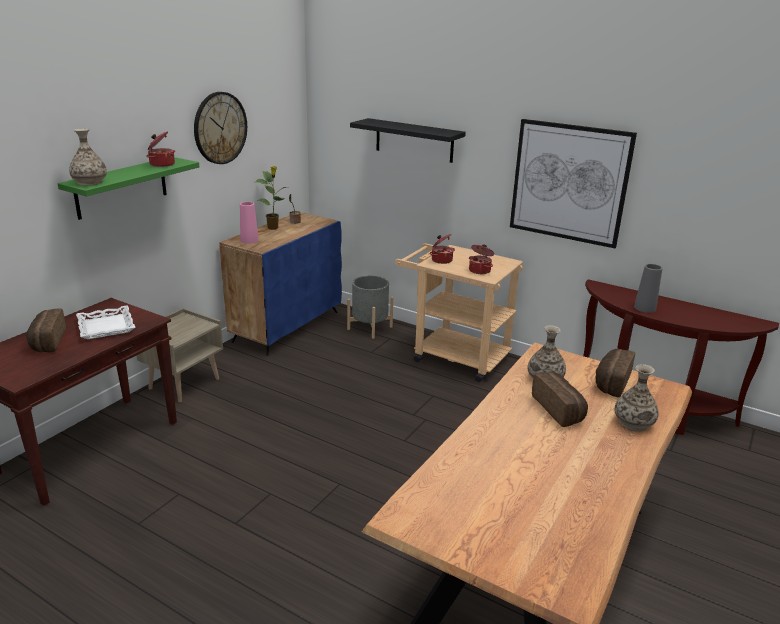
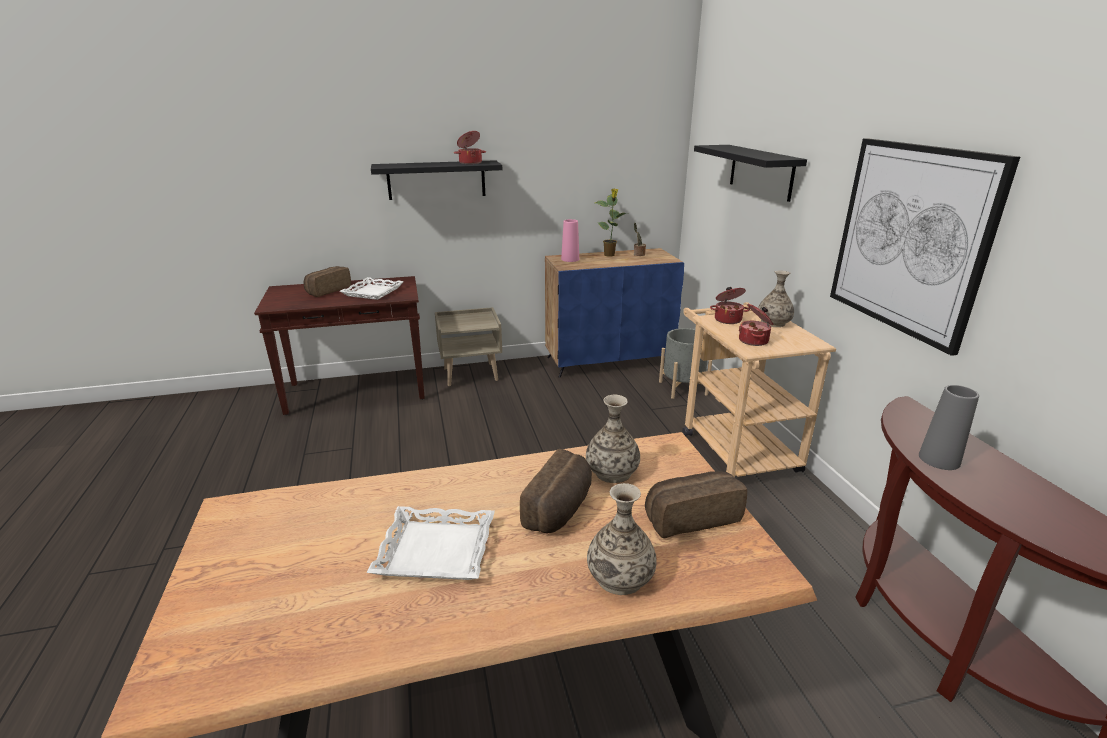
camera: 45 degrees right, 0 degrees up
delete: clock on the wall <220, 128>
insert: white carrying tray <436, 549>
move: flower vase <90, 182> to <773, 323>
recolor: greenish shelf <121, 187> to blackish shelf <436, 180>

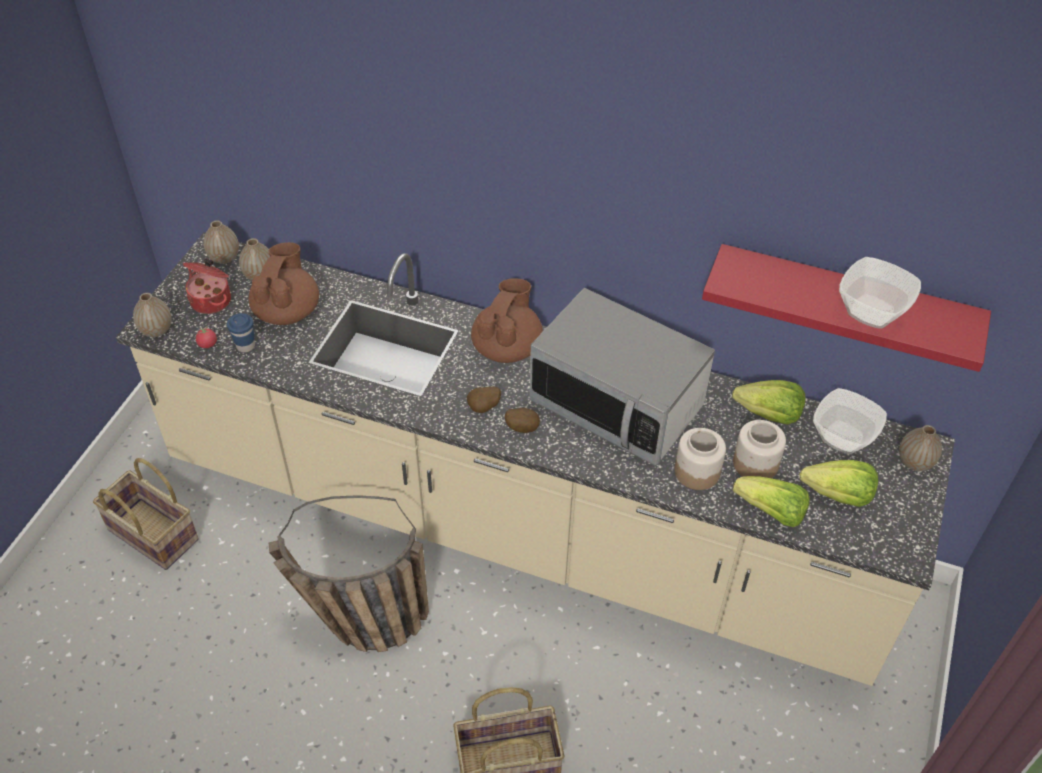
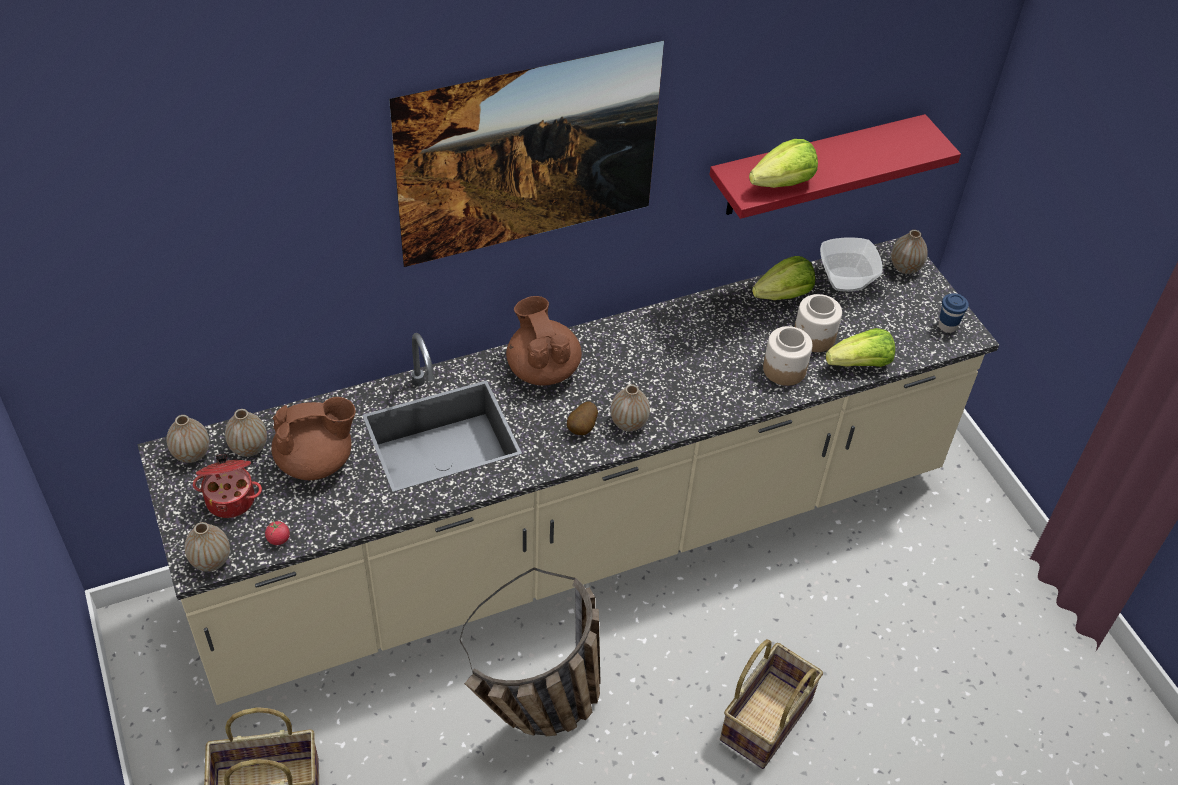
camera: 45 degrees left, 0 degrees up
delete: microwave <617, 404>; serving bowl <871, 311>
insert: wall art <529, 197>
move: blue drinking cup <245, 346> to <947, 326>; lettuce <838, 495> to <783, 183>
replace: potato <522, 427> to flower vase <628, 423>
rotate: brown teapot <287, 311> = <316, 461> 105 degrees clockwise

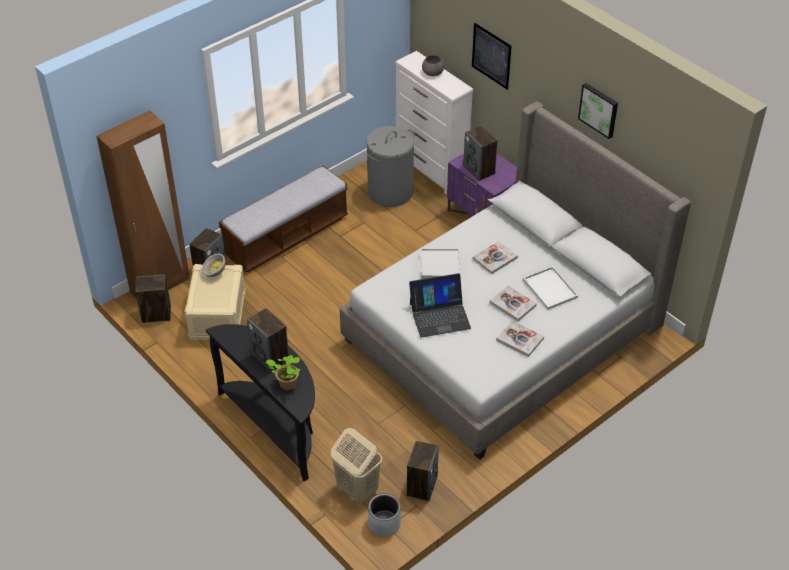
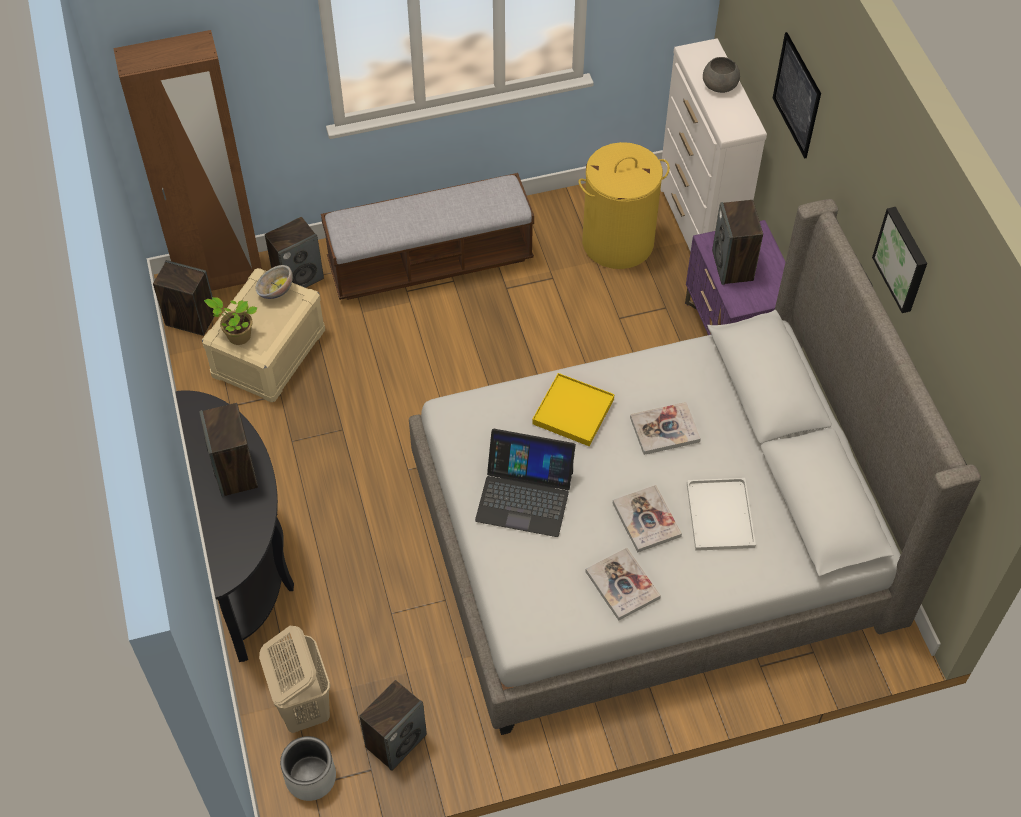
camera: 25 degrees right, 10 degrees up
move: potted plant <286, 384> to <237, 336>
recolor: gray laundry basket <390, 192> to yellow laundry basket <617, 242>; white carrying tray <440, 266> to yellow carrying tray <573, 412>

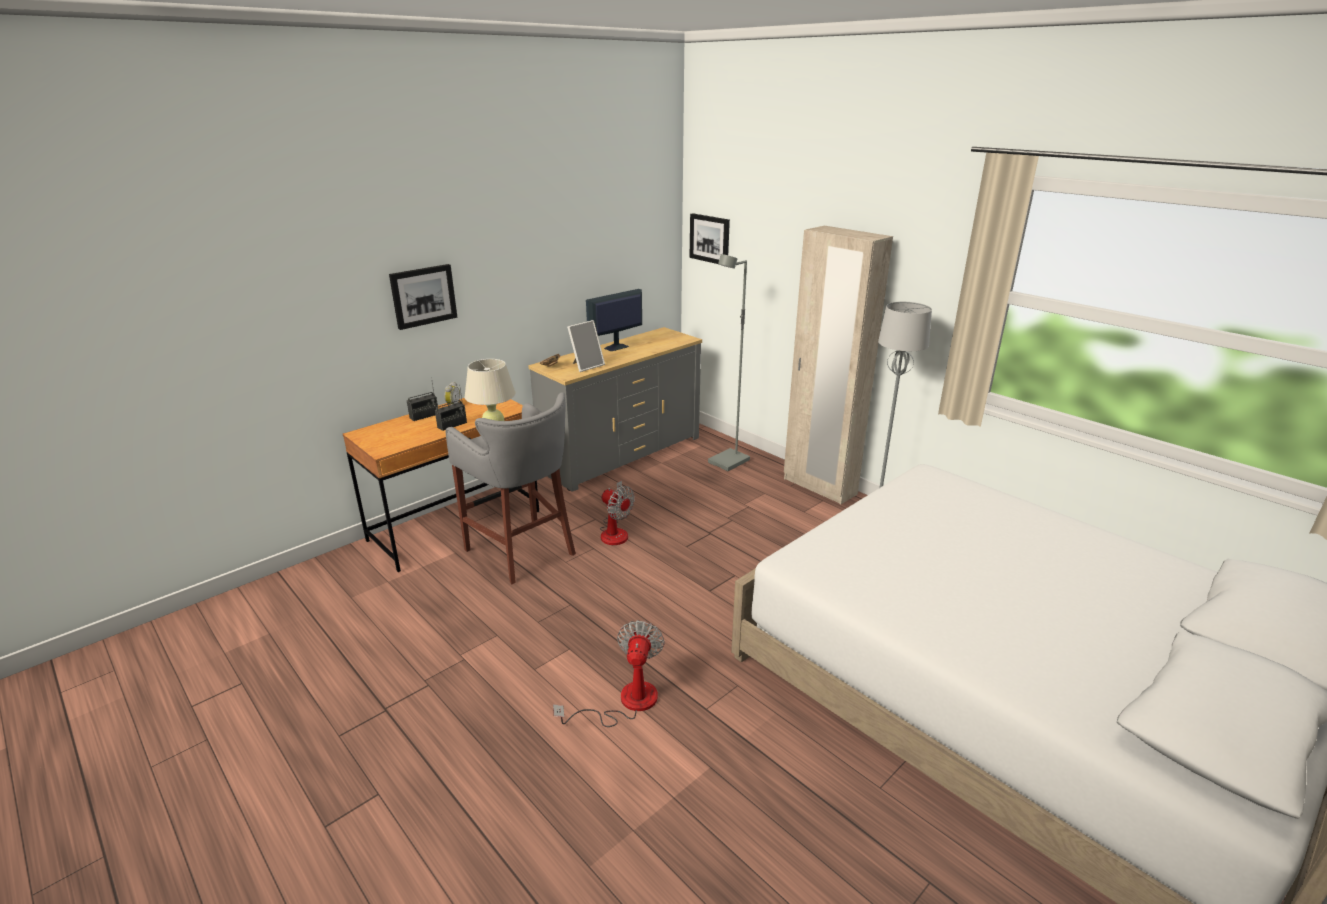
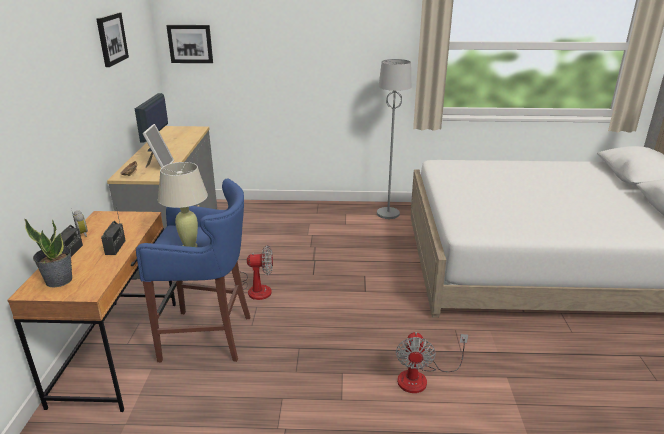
camera: 45 degrees left, 0 degrees up
delete: gray standing lamp <729, 462>; beige-coloured wardrobe <819, 486>
insert: potted plant <59, 280>
move: wall art <423, 296> to <111, 39>
recolor: gray sitting stool <523, 552> to blue sitting stool <209, 336>
rotate: electric fan <626, 702> = <421, 378> 135 degrees counterclockwise

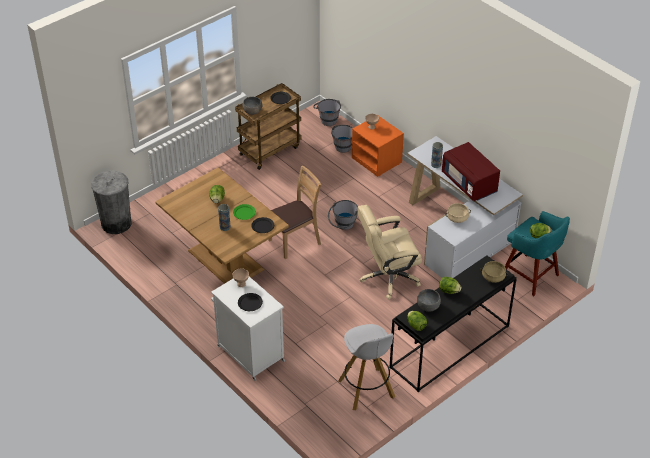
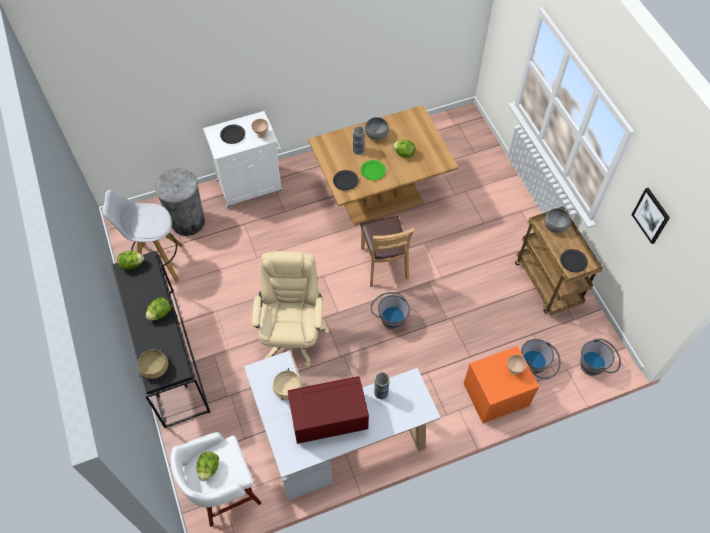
camera: 110 degrees right, 15 degrees up
insert: wall art <651, 215>
move: gray waste bin <116, 223> to <188, 221>; gray serving bowl <428, 306> to <376, 134>
recolor: turquoise sitting stool <531, 276> to white sitting stool <224, 491>

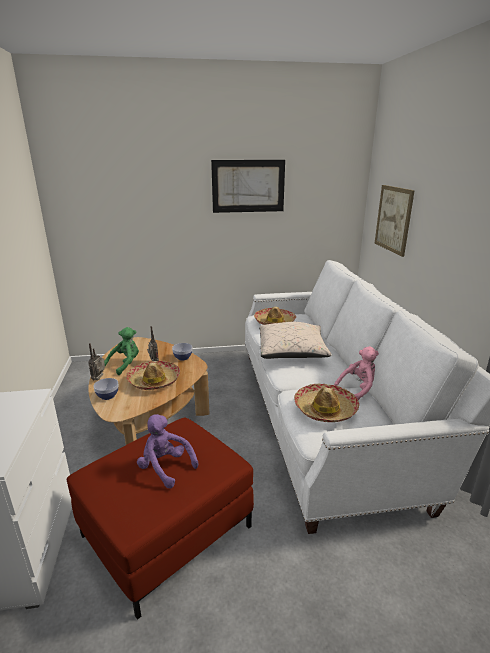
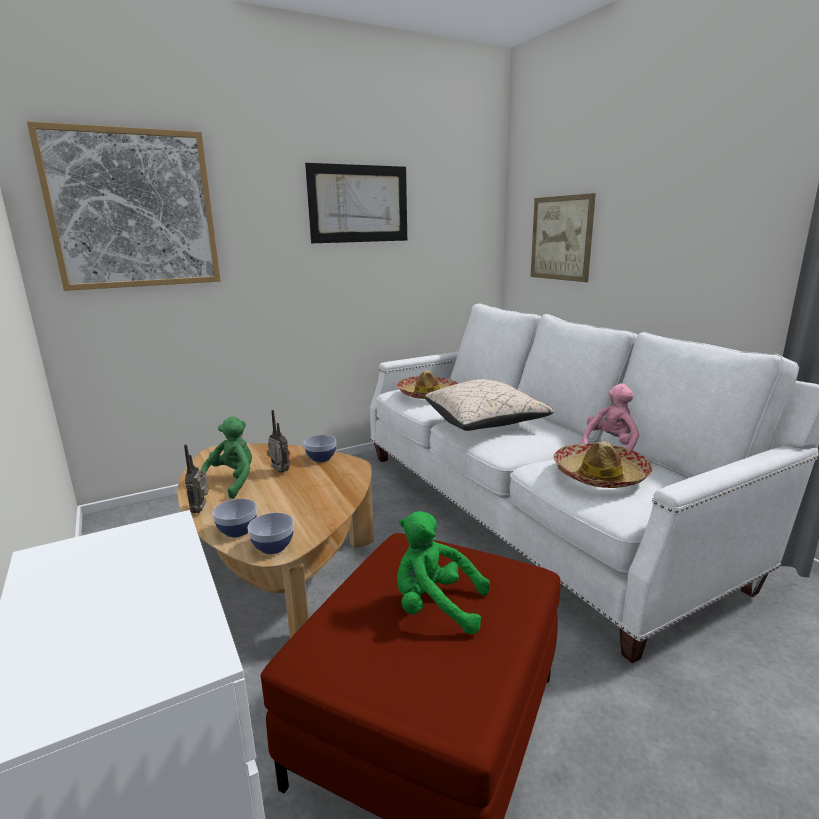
camera: 20 degrees left, 5 degrees down
delete: clothing hat <153, 381>
insert: wall art <133, 210>; serving bowl <273, 547>
recolor: purple-coloured cuddly toy <165, 467> to greenish cuddly toy <435, 607>

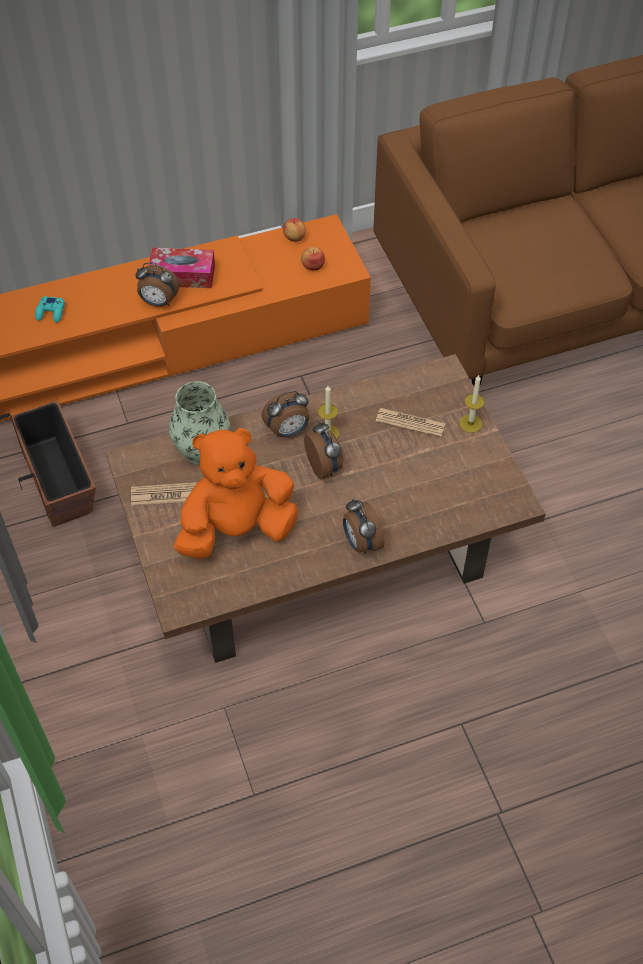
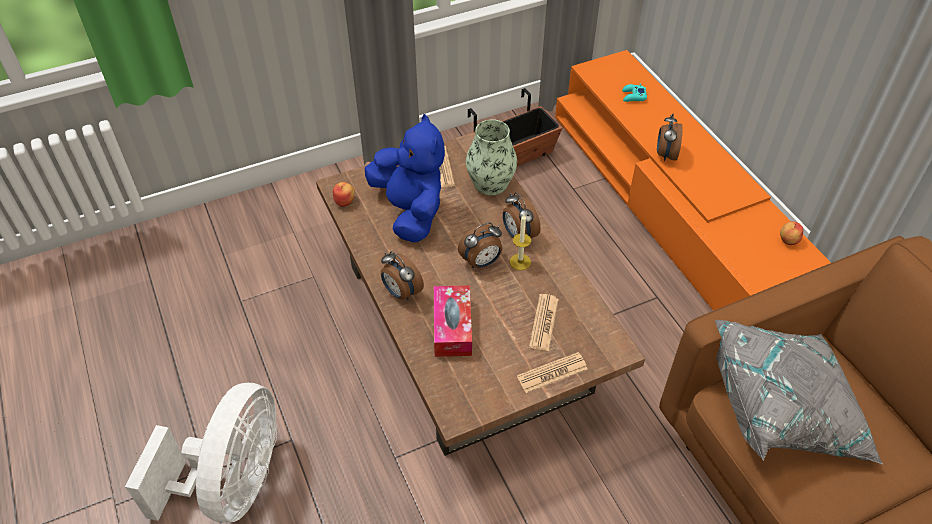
camera: 85 degrees right, 5 degrees down
insert: white electric fan <233, 484>; gray pillow <784, 408>
move: tissue box <182, 275> to <452, 327>; apple <313, 266> to <344, 201>
replace: wax light <470, 423> to daily paper <552, 373>
recolor: orangey cuddly toy <236, 529> to blue cuddly toy <410, 211>
rotate: alarm clock <361, 543> = <401, 292> 105 degrees counterclockwise

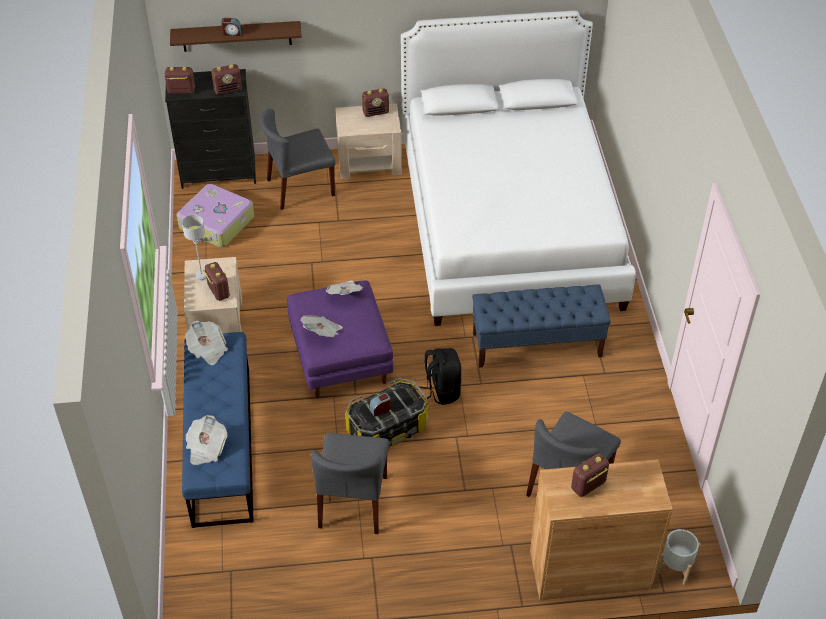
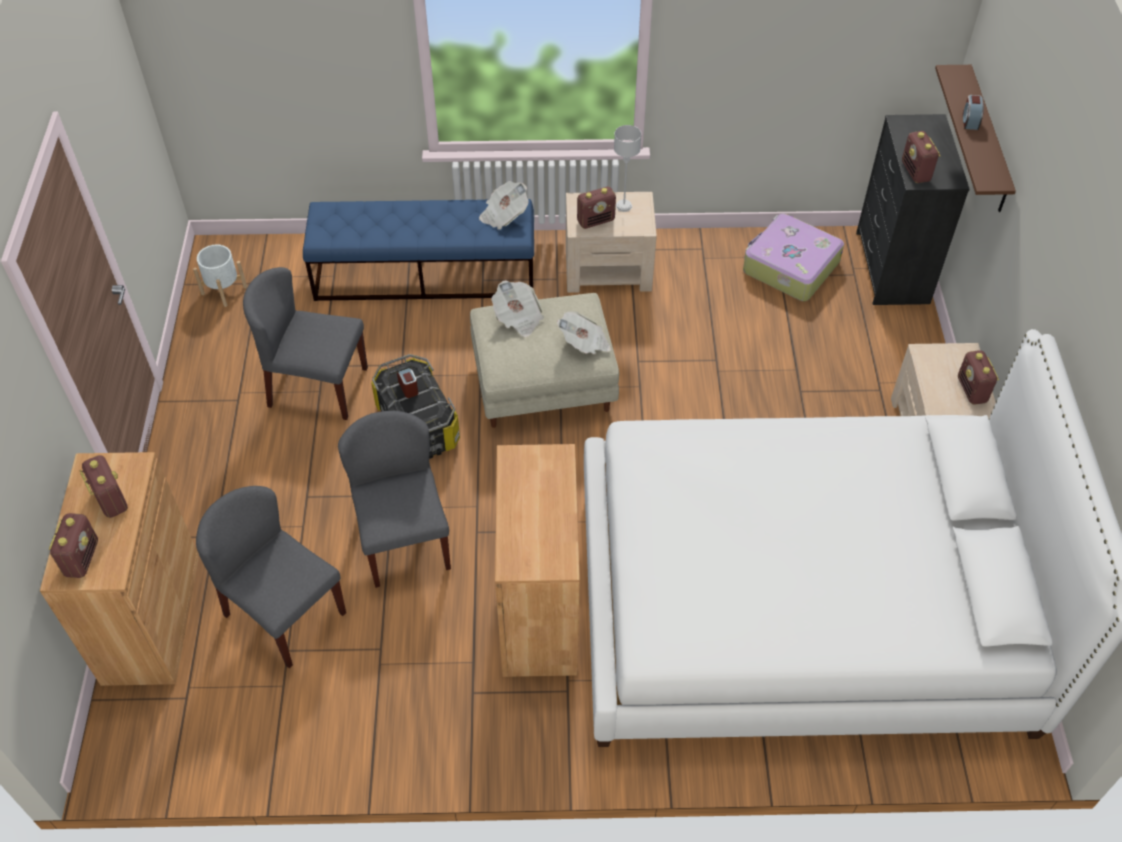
camera: 95 degrees right, 5 degrees up
delete: daily paper <206, 448>; blackish knapsack <441, 391>
move: radio set <181, 91> to <81, 558>; gray plain chair <300, 188> to <403, 540>; white planter <675, 567> to <224, 290>
replace: blue long seat <537, 345> to brown cabinet <539, 610>
recolor: purple-coloured footrest <340, 356> to beige-coloured footrest <545, 383>

